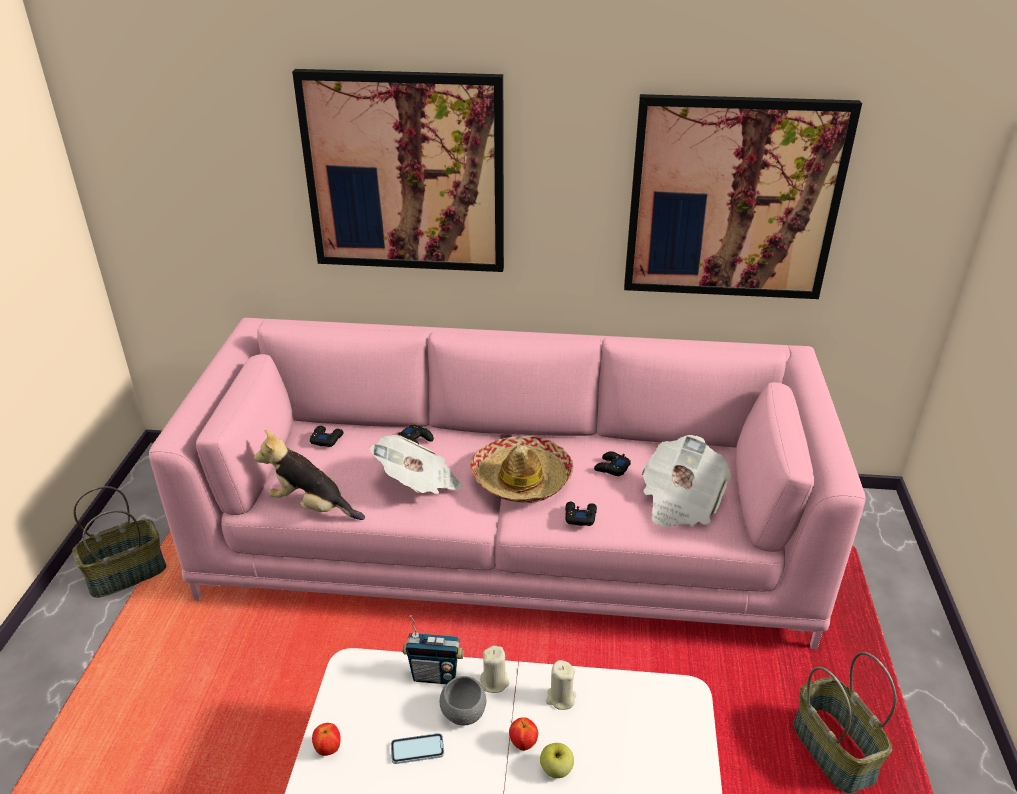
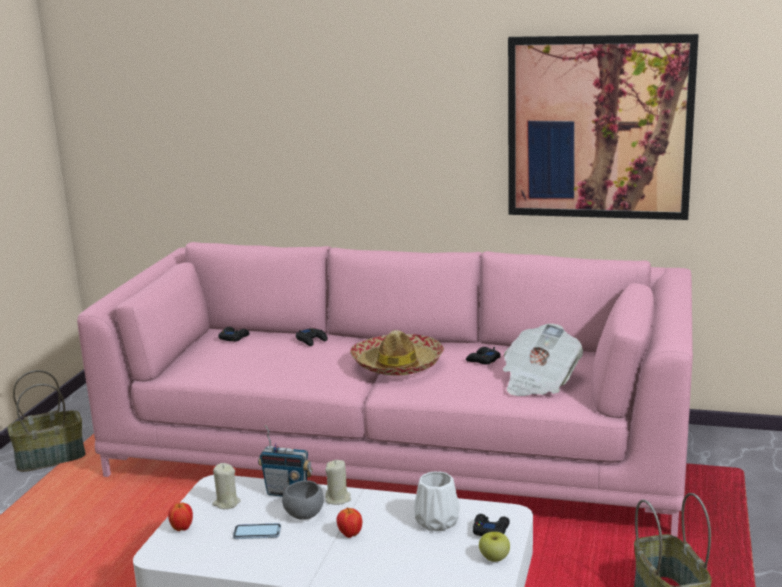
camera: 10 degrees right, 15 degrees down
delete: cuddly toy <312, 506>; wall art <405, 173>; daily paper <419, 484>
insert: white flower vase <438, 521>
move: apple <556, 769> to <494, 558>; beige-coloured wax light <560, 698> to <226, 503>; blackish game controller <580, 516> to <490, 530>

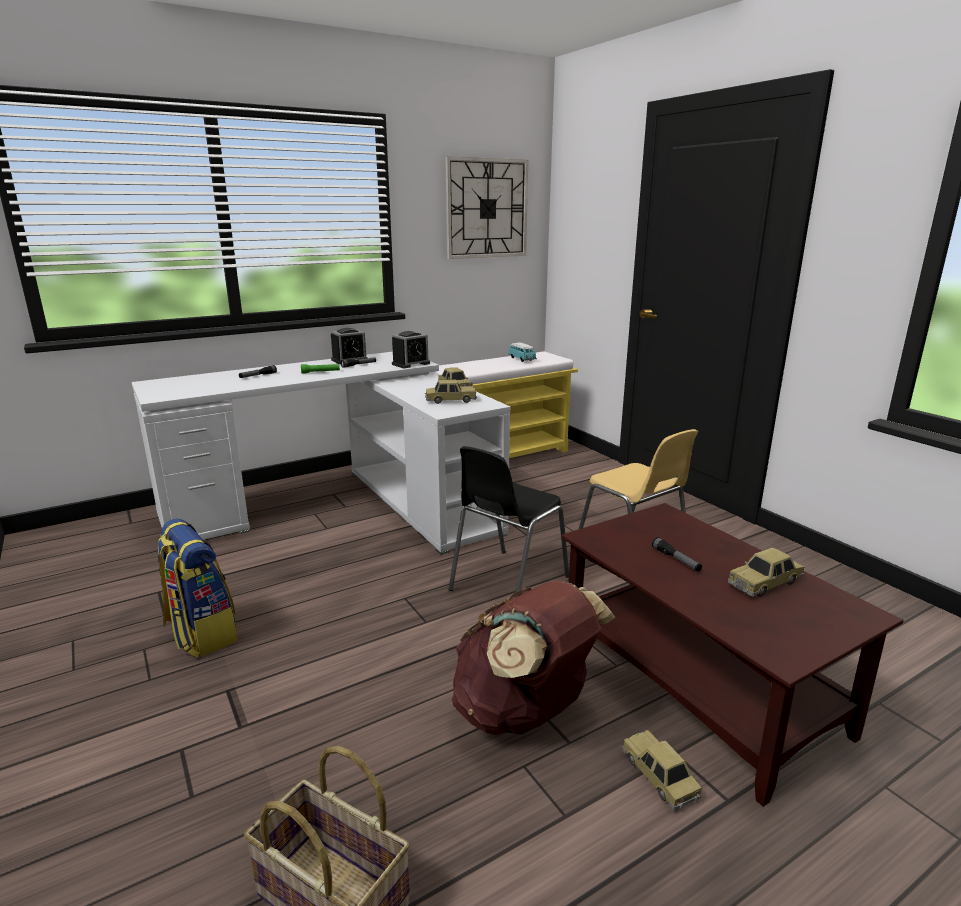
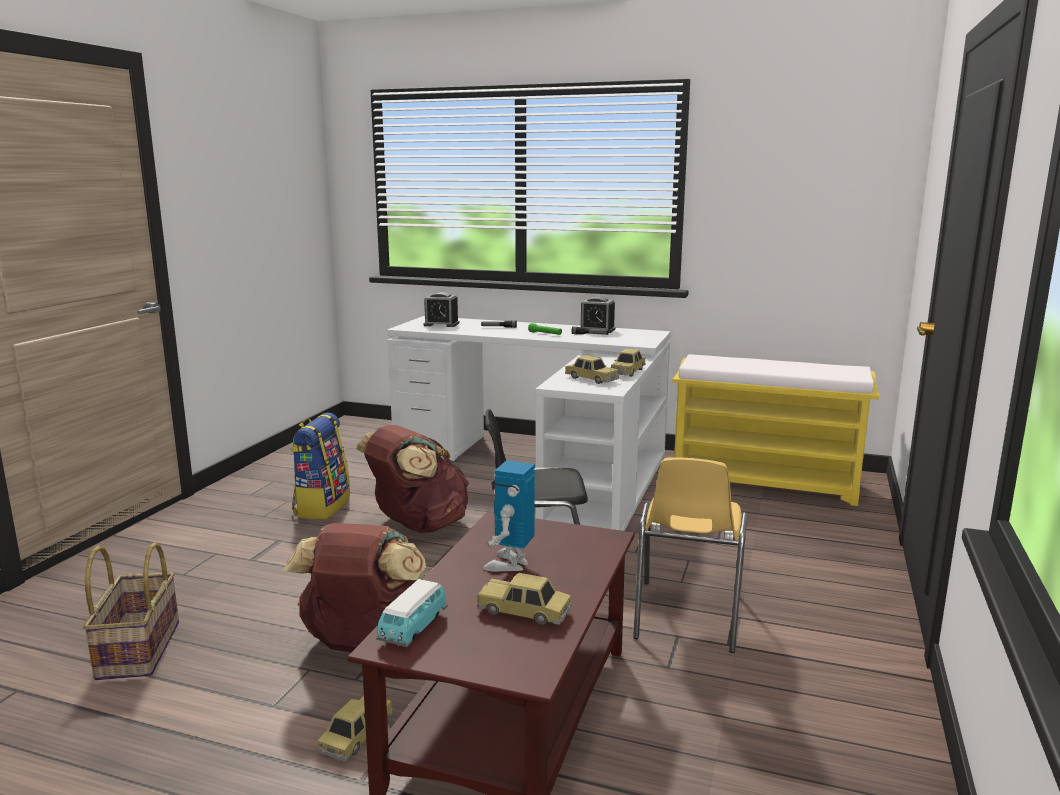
camera: 50 degrees right, 5 degrees down
delete: clock on the wall <487, 208>
insert: brown knapsack <418, 526>
move: alarm clock <411, 364> to <441, 324>; miniature car <522, 359> to <413, 629>
replace: flashlight <676, 560> to model robot <510, 564>

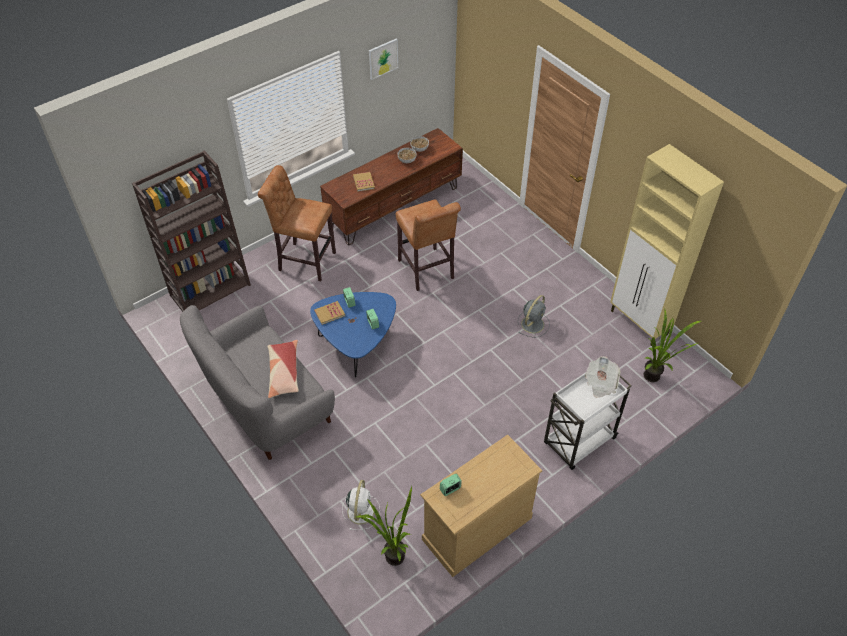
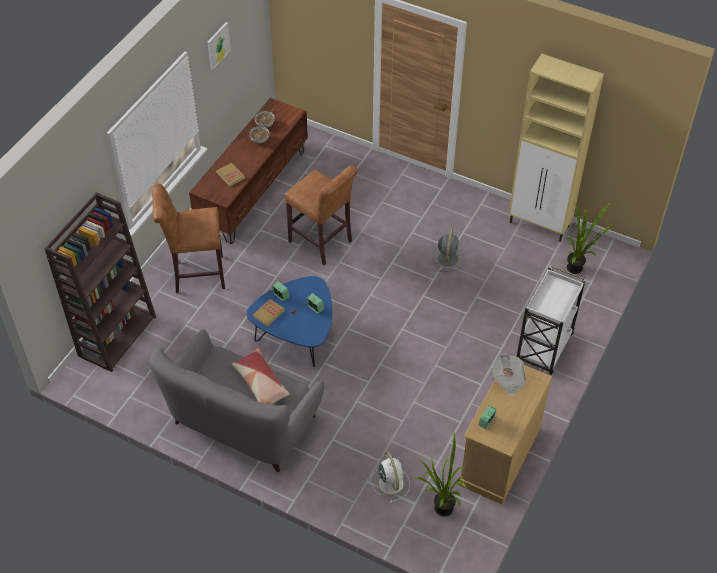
camera: 25 degrees left, 0 degrees up
move: daily paper <600, 383> to <508, 380>

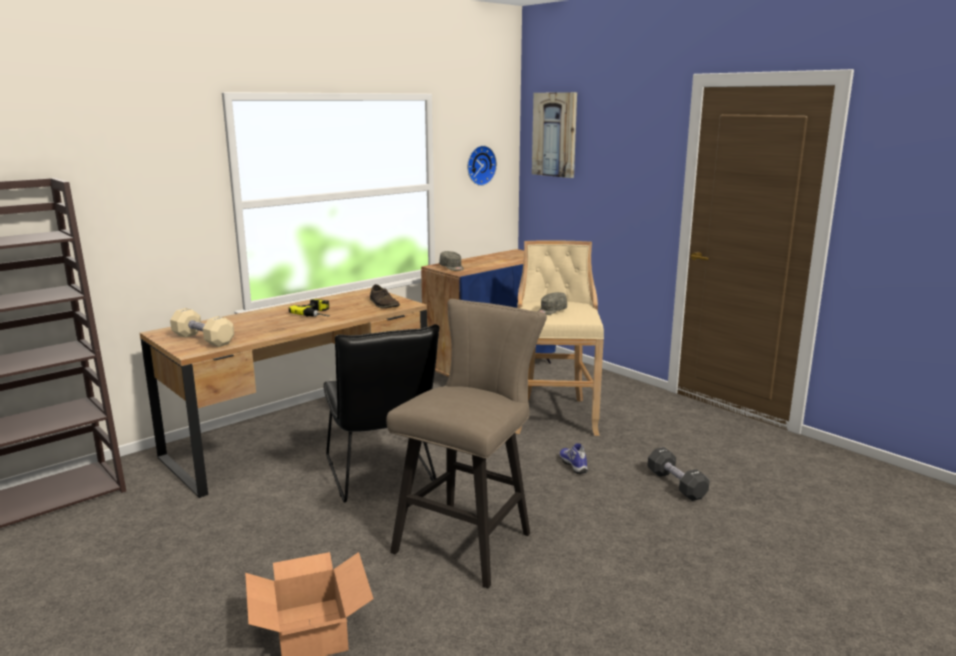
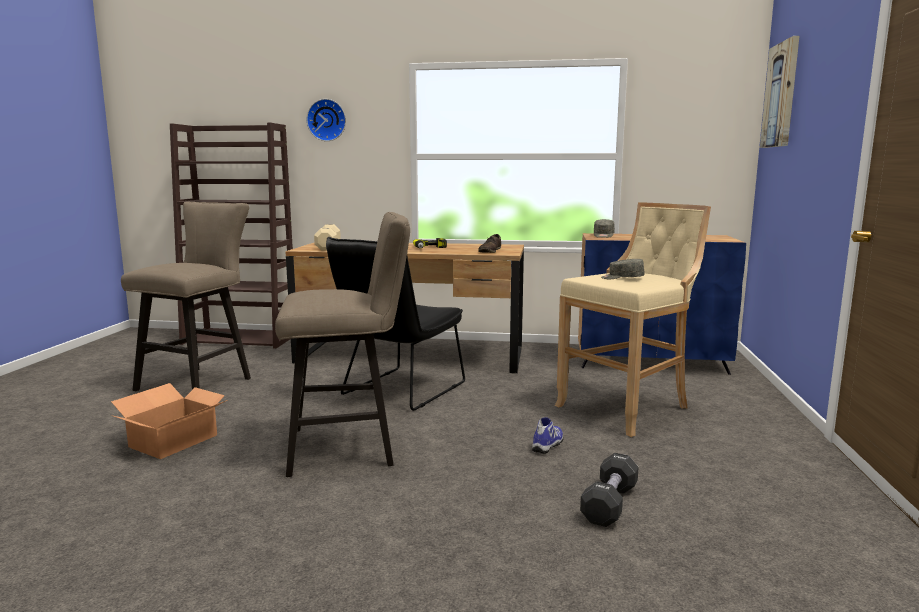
camera: 50 degrees right, 5 degrees down
insert: beige-coloured sitting stool <201, 382>
move: clock on the wall <479, 165> to <327, 120>

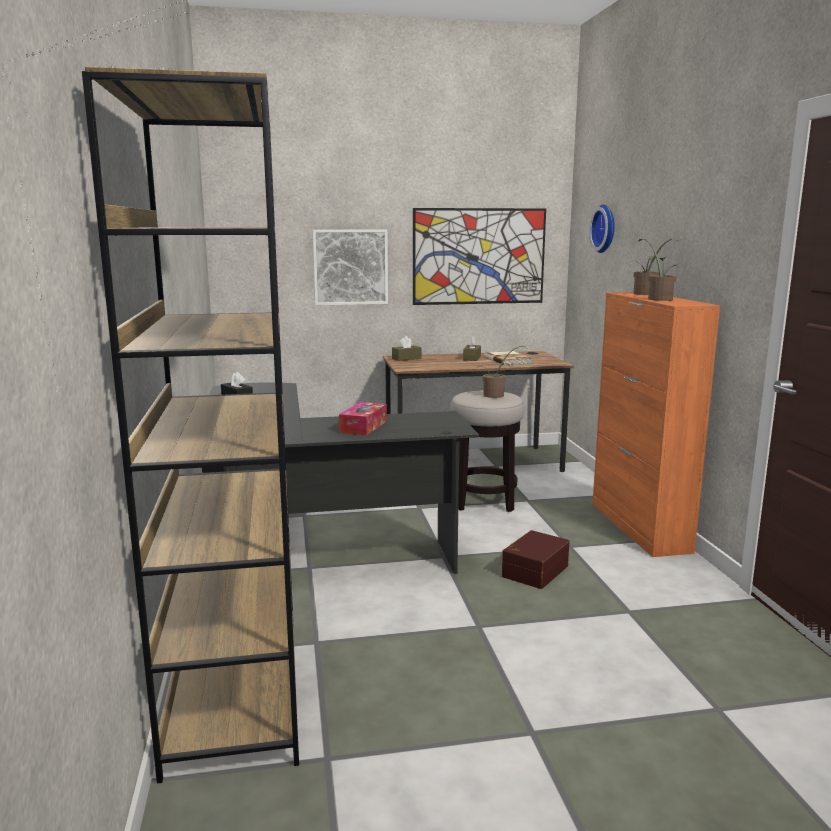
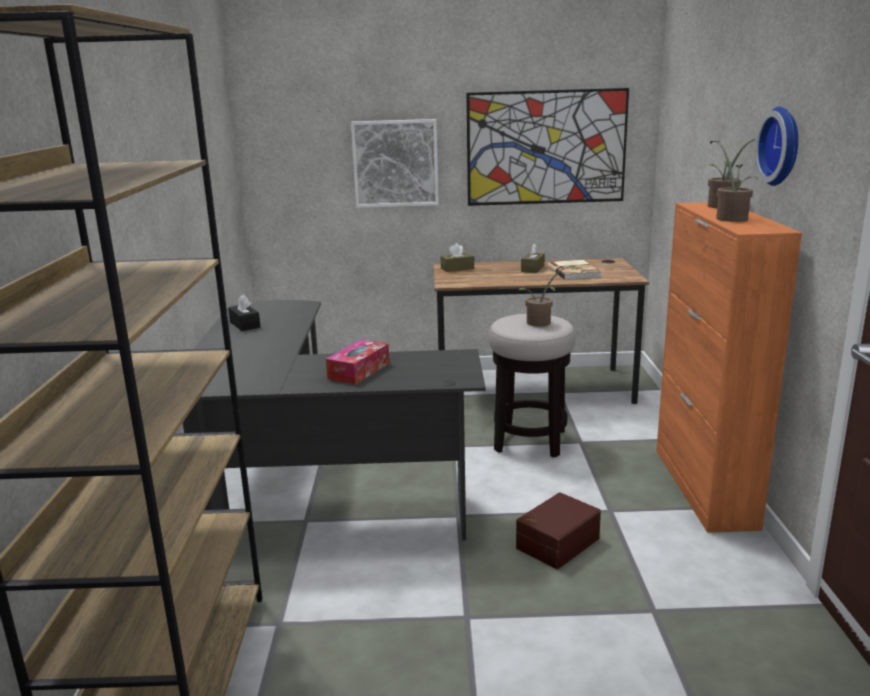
camera: 10 degrees right, 5 degrees up
move: clock on the wall <606, 228> to <783, 146>

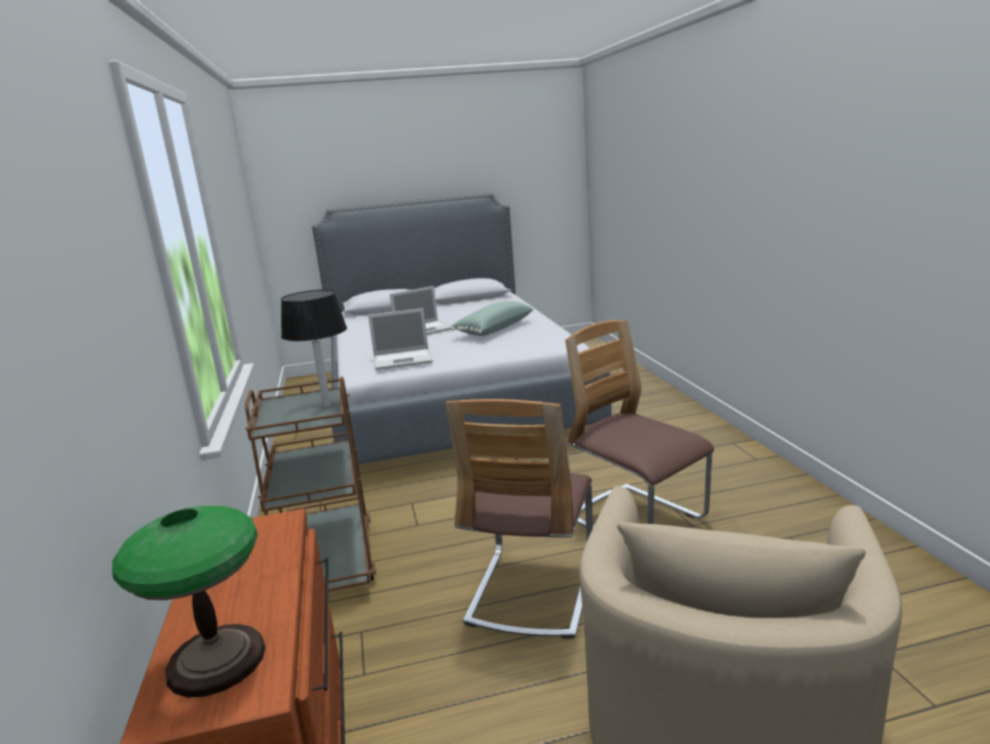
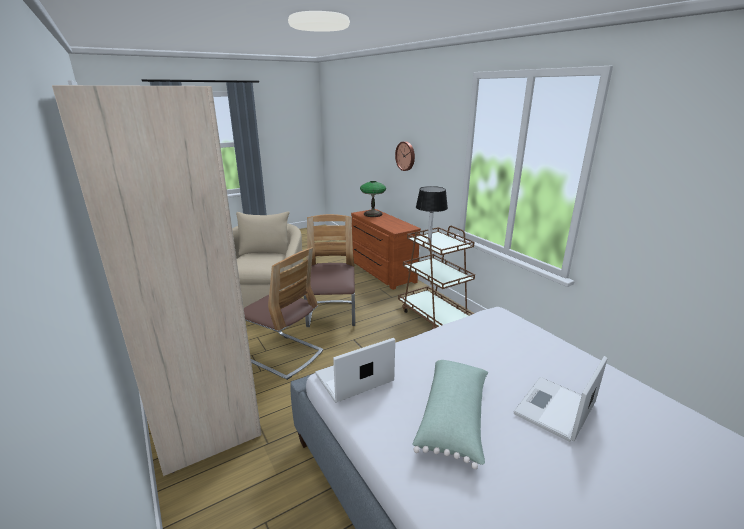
camera: 160 degrees right, 5 degrees up
insert: beige-coloured wardrobe <194, 389>; clock on the wall <406, 156>
move: portable computer <404, 359> to <353, 379>

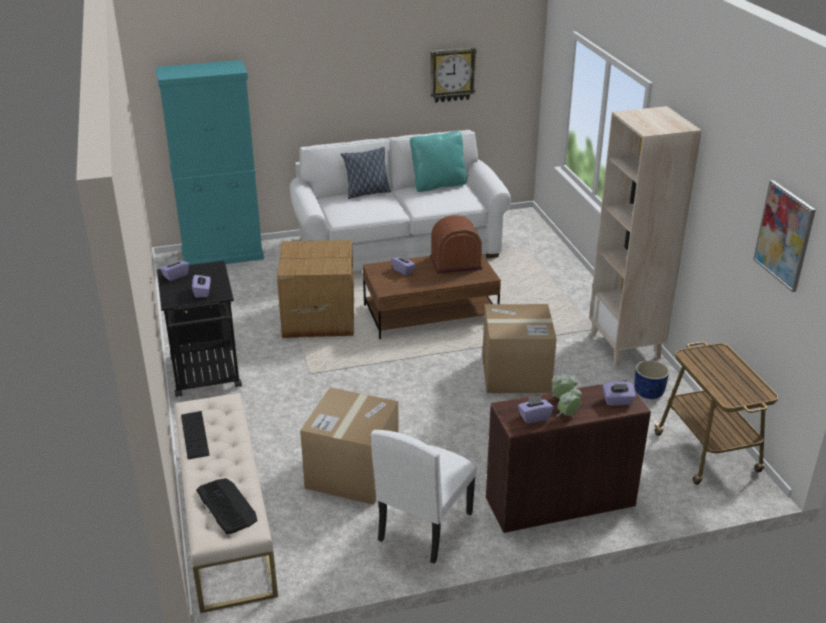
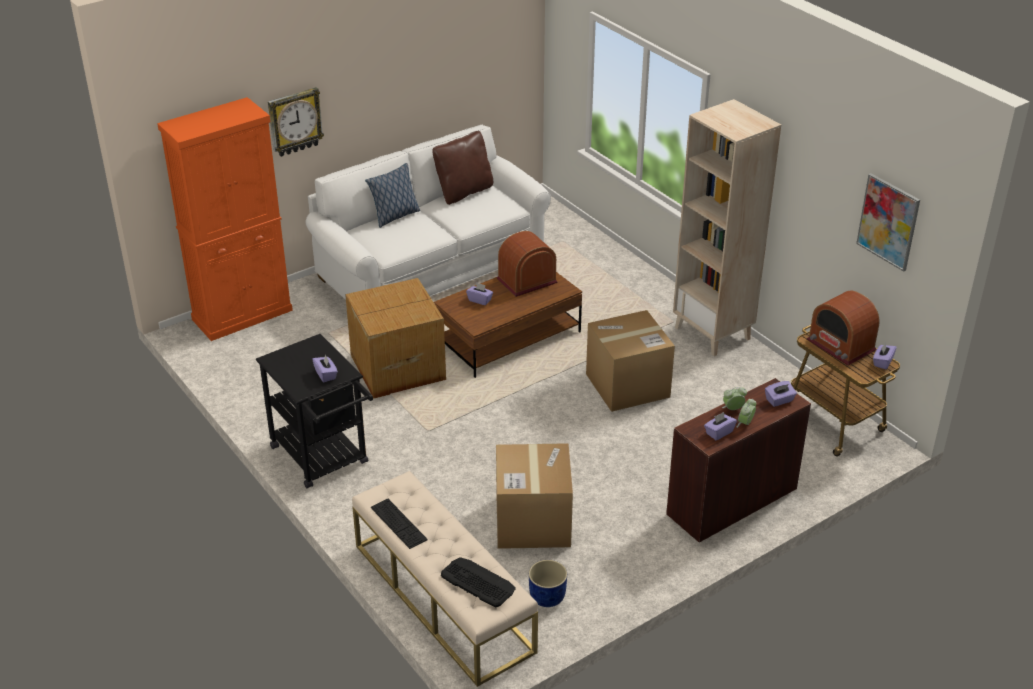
camera: 20 degrees left, 5 degrees up
delete: white plain chair <424, 526>
insert: radio set <840, 345>
move: purple-coloured tissue box <175, 276> to <882, 362>; clock on the wall <452, 74> to <294, 122>; blue planter <648, 392> to <546, 597>
recolor: turquoise cabinet <223, 255> to orangey cabinet <242, 315>; turquoise pillow <438, 185> to brown pillow <464, 192>

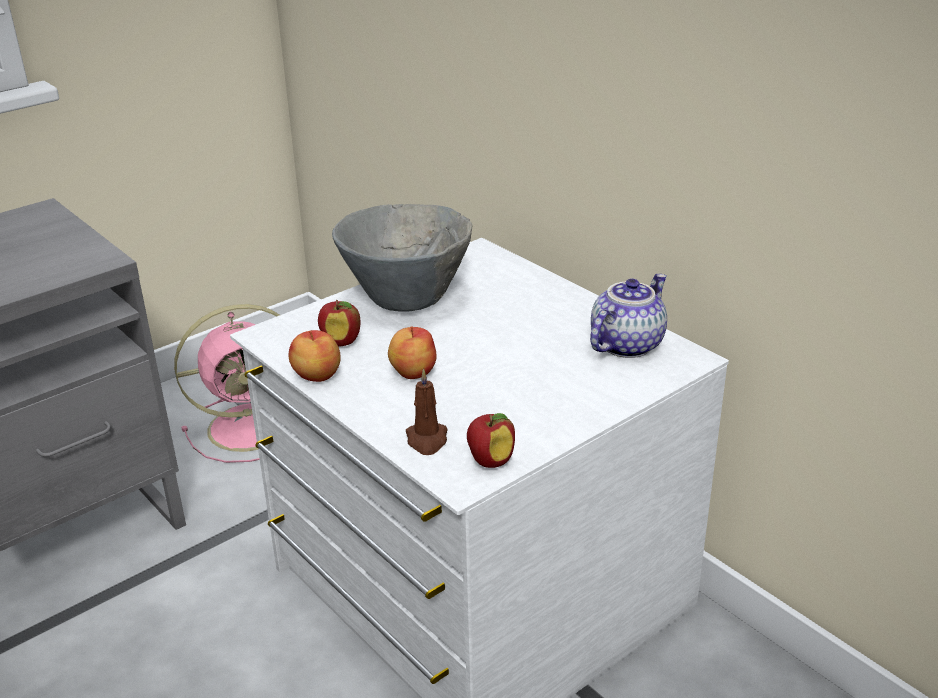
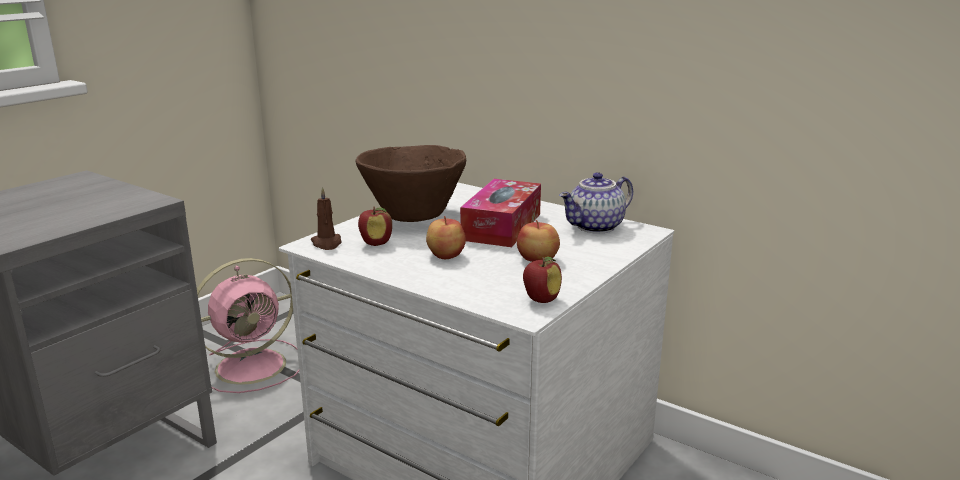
camera: 15 degrees left, 10 degrees down
insert: tissue box <502, 226>
move: apple <316, 375> to <537, 259>; brown wax light <427, 440> to <327, 243>
recolor: gray serving bowl <406, 298> to brown serving bowl <413, 216>
rotate: teapot <625, 344> = <596, 227> 150 degrees counterclockwise

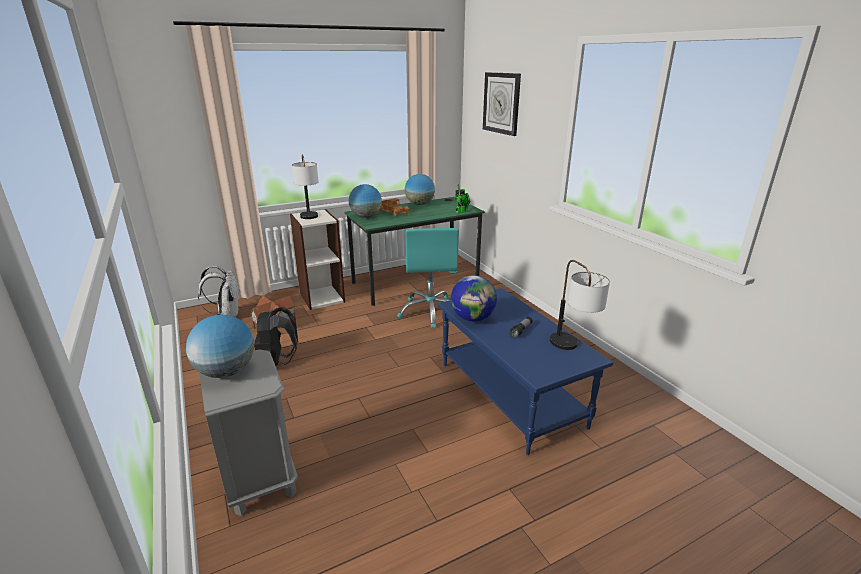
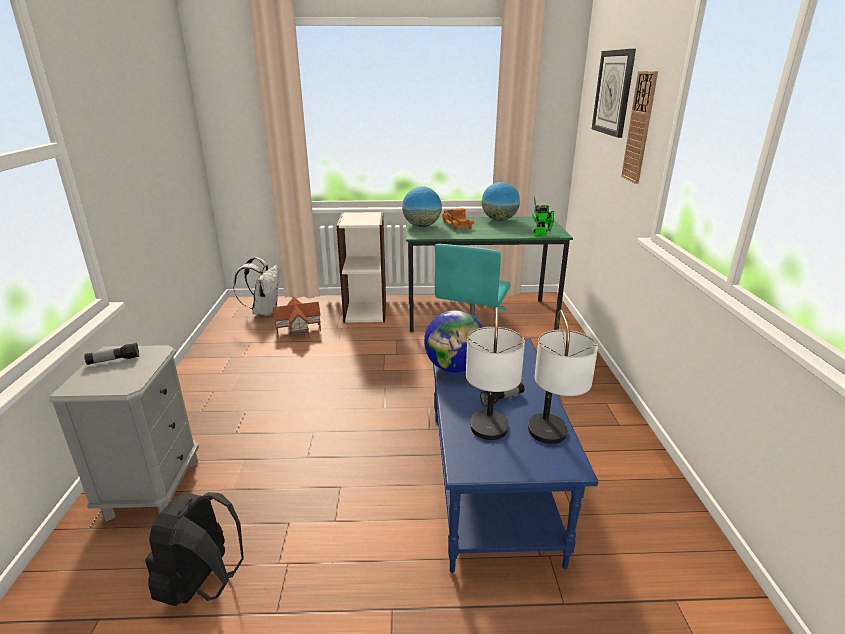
camera: 25 degrees right, 0 degrees up
insert: clock on the wall <639, 127>
move: blackish knapsack <276, 362> to <203, 584>; tabletop lamp <309, 219> to <488, 440>
replace: desk globe <226, 372> to flashlight <114, 361>

